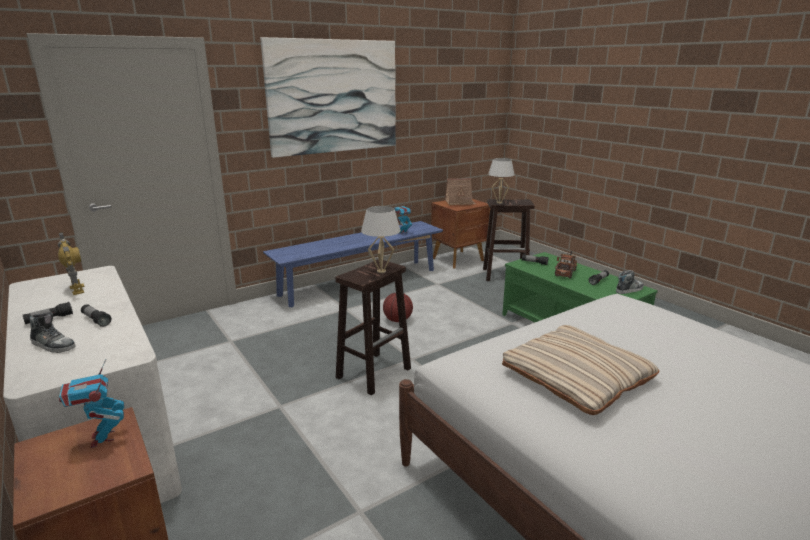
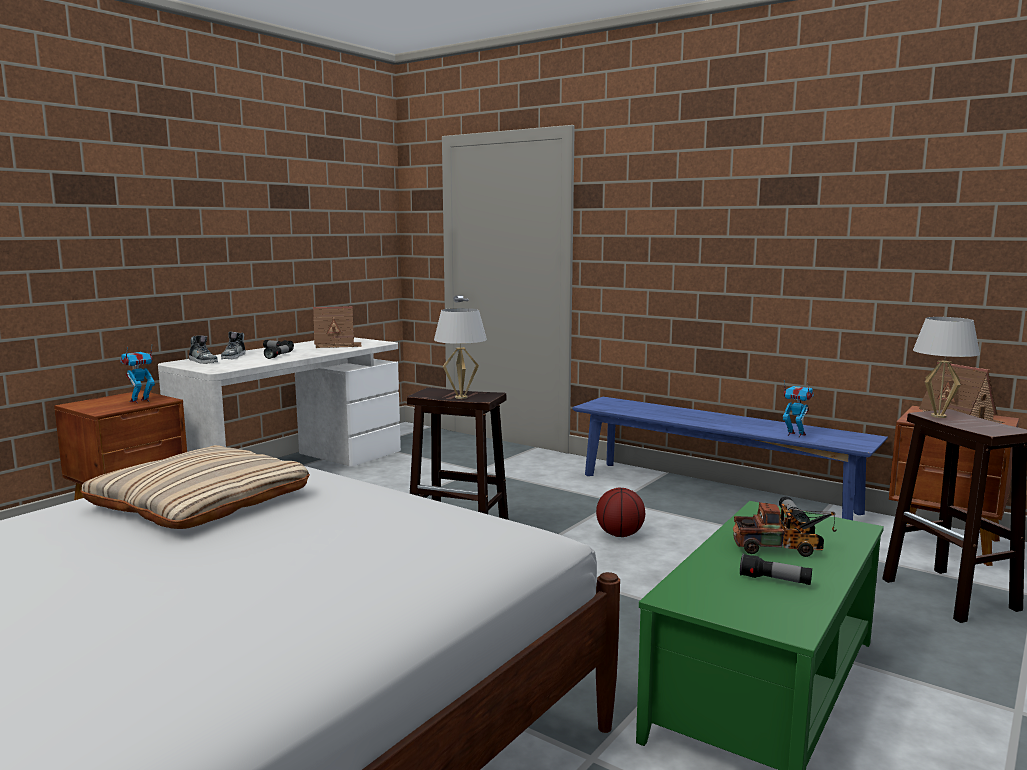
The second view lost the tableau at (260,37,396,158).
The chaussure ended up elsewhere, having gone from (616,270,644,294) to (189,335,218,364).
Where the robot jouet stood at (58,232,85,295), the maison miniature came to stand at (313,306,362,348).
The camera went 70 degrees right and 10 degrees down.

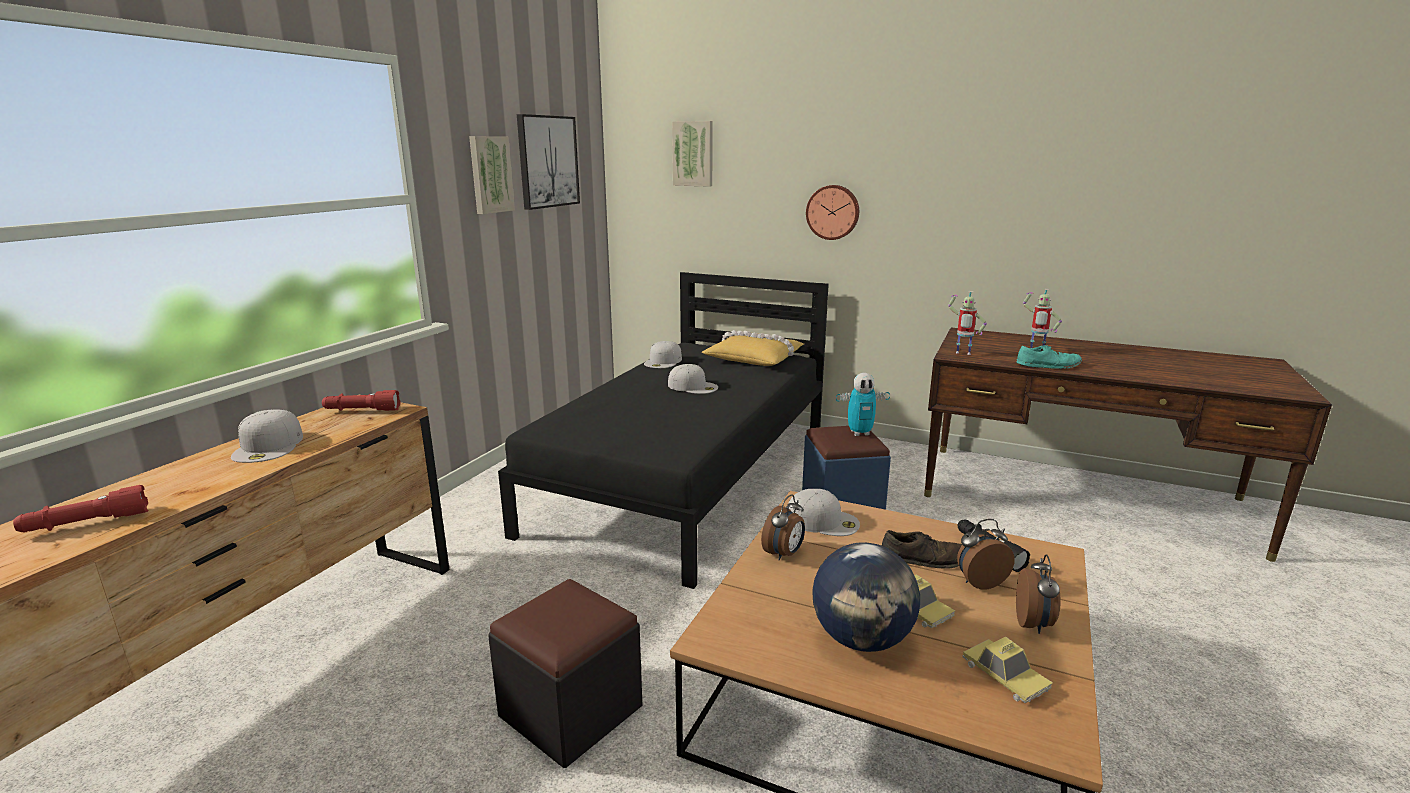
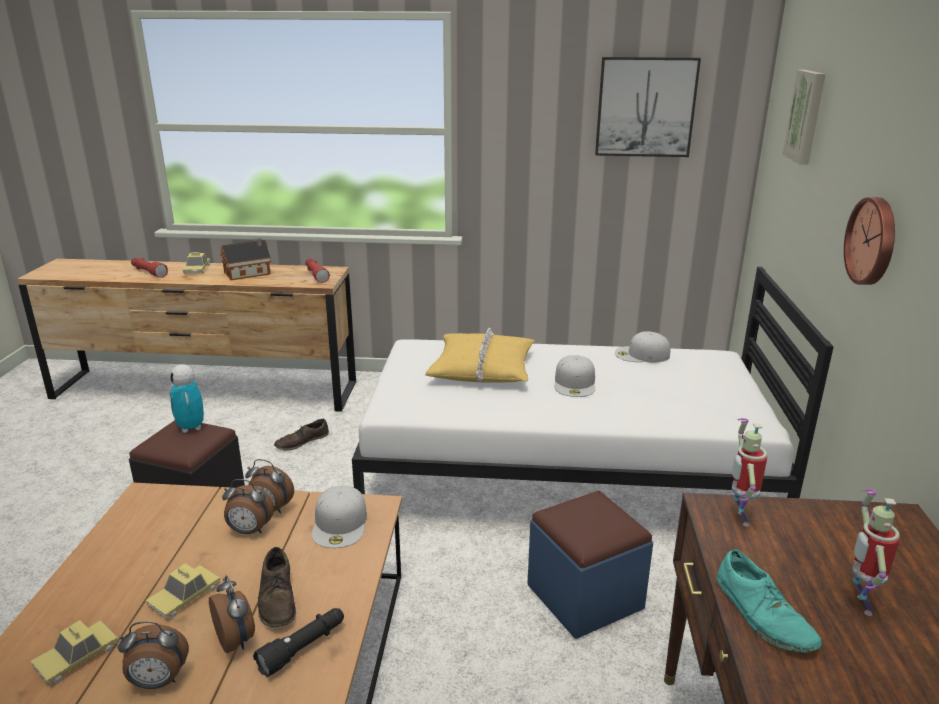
The second view lost the tableau at (469,136,515,214).
The second view lost the globe at (813,542,920,652).
The second view gained the petite voiture at (183,252,210,274).
The second view gained the réveil at (222,479,274,534).
The second view gained the chaussure (marron) at (274,419,329,450).
The coussin (jaune) ended up elsewhere, having gone from (702,330,804,366) to (425,328,535,383).
The robot jouet ended up elsewhere, having gone from (836,373,890,436) to (170,364,204,433).
Where the casquette (blanc) stood at (231,409,303,463), the maison miniature came to stand at (221,238,271,281).
What was the lit (noir) at (498,272,829,589) turned into the lit (blanc) at (352,267,834,498).
The camera went 70 degrees right and 5 degrees up.

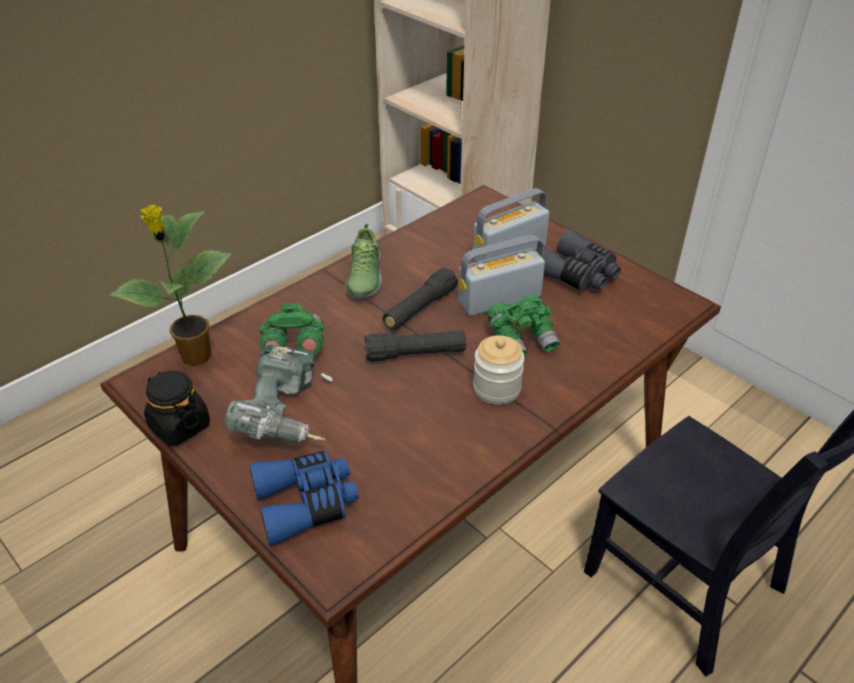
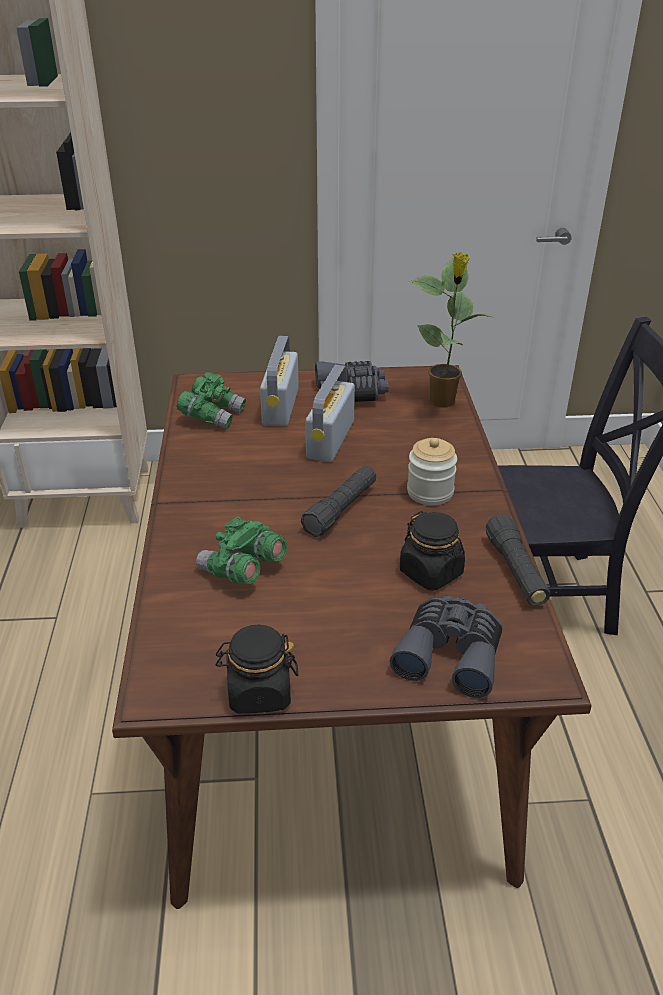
The second view lost the perceuse at (225,344,333,443).
The second view lost the chaussure at (345,224,382,298).
The second view gained the bocal (noir) at (400,511,465,590).
The plante en pot ended up elsewhere, having gone from (109,205,231,366) to (410,252,491,408).
The lampe de poche (noir) ended up elsewhere, having gone from (383,268,458,330) to (486,514,550,606).
The jumelles (vert) ended up elsewhere, having gone from (487,295,560,357) to (176,372,246,429).
What was the jumelles (bleu) at (249,451,359,546) turned into the jumelles (gris) at (390,596,502,698).
The camera went 50 degrees left and 5 degrees down.

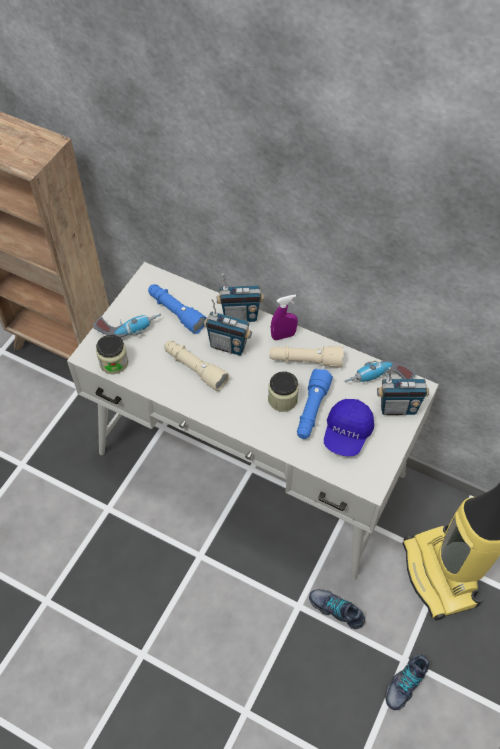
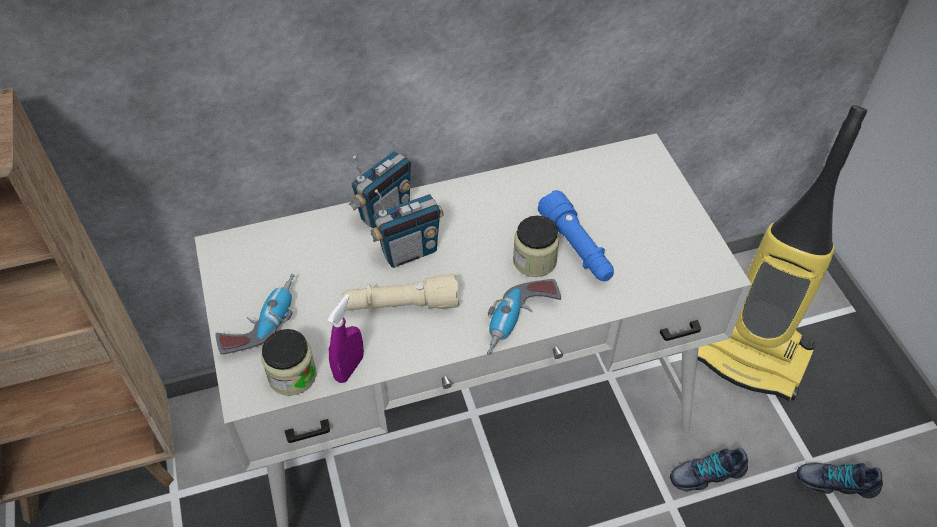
The second view lost the lampe de poche (bleu) at (148,284,207,334).
The second view lost the lampe de poche (beige) at (269,345,344,368).
The second view lost the casquette (bleu) at (324,399,374,456).
The second view lost the radio at (377,367,429,415).
The vaporisateur (violet) ended up elsewhere, having gone from (271,294,298,340) to (327,294,364,383).
The perceuse ended up elsewhere, having gone from (345,360,415,382) to (487,279,561,355).
The chaussure at (385,654,429,710) ended up facing another way, 105 degrees clockwise from before.
The camera went 45 degrees left and 5 degrees down.

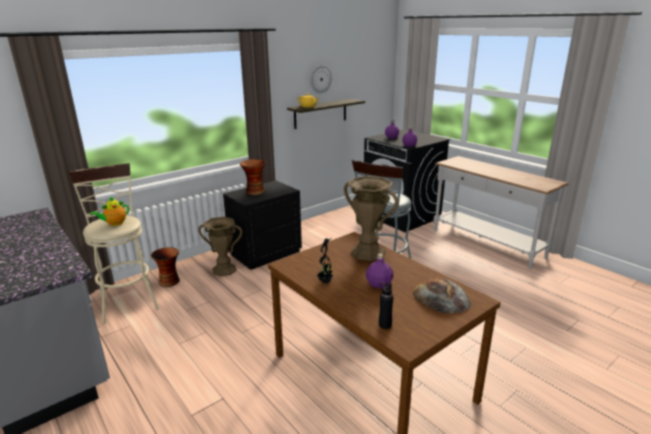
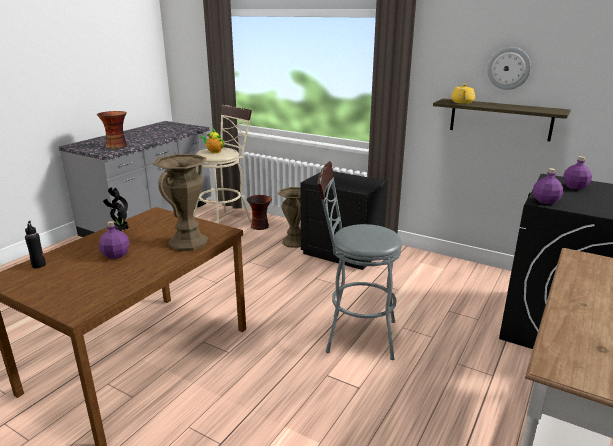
The second view lost the pain at (413,278,471,314).
The vase ended up elsewhere, having gone from (240,159,266,196) to (97,111,127,149).
The camera went 70 degrees right and 0 degrees up.

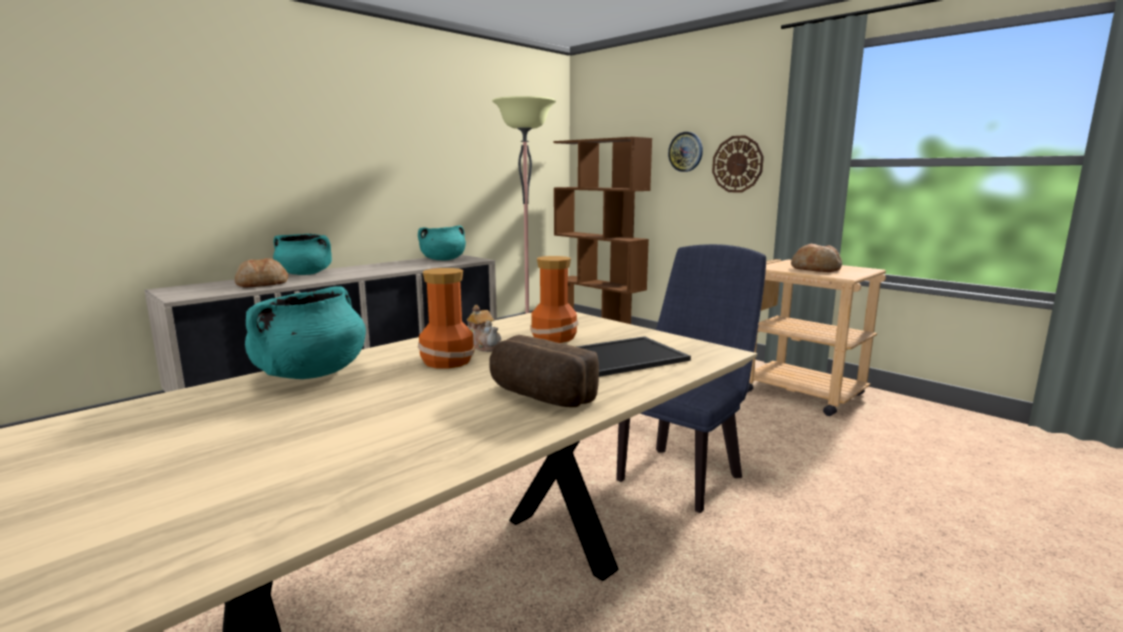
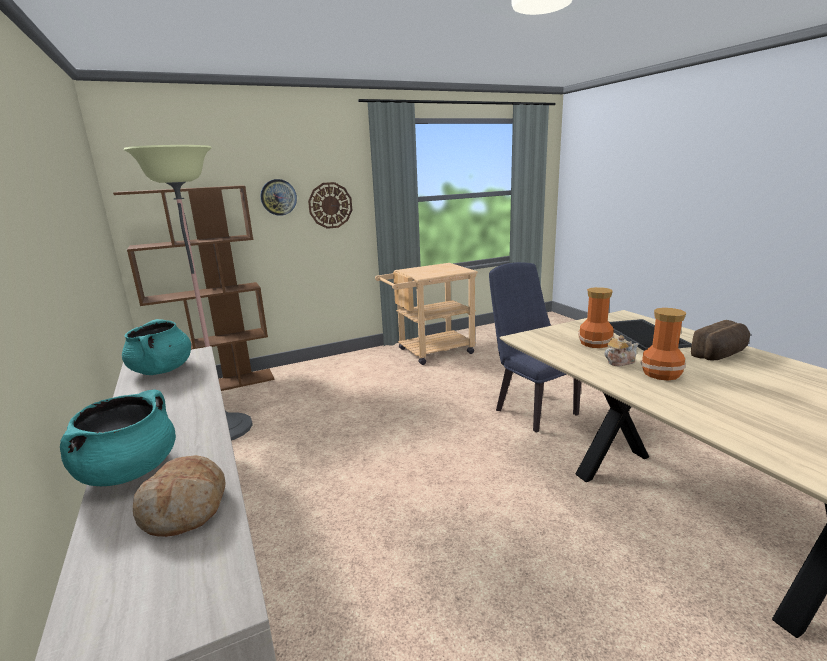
The second view lost the marmite (turquoise) at (245,287,366,379).
The second view lost the pain at (791,244,842,272).
The camera went 70 degrees left and 5 degrees up.

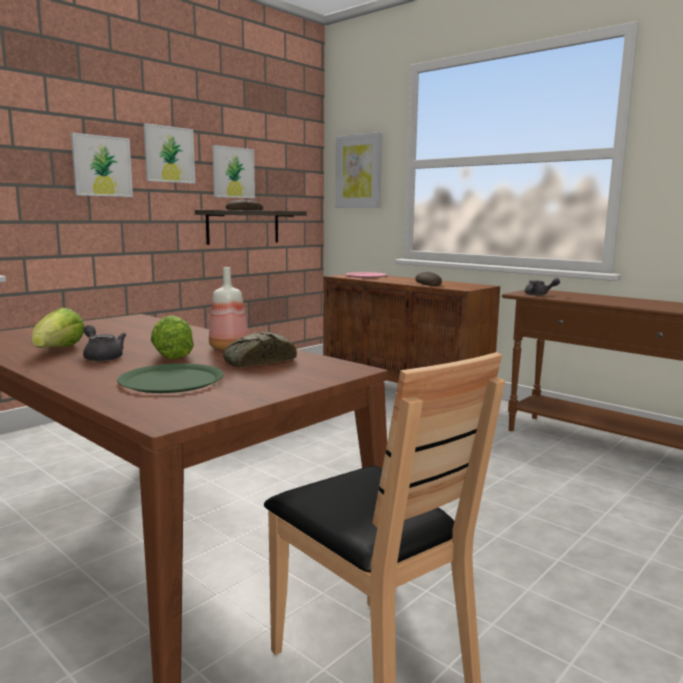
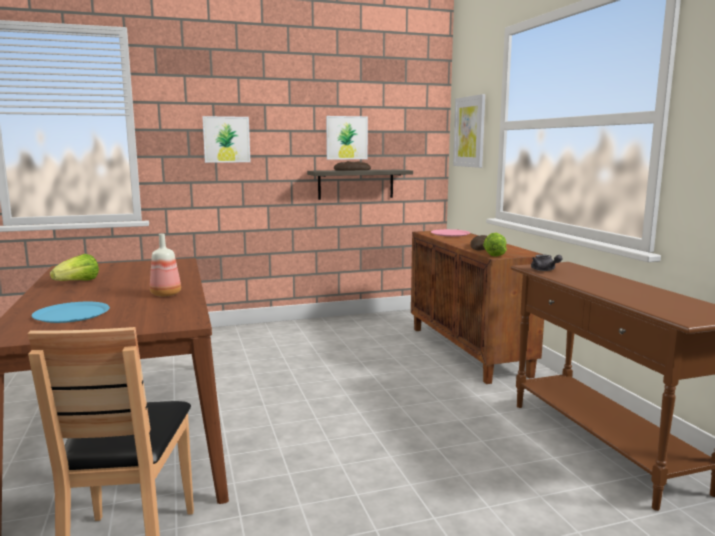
The second view lost the théière (gris) at (83,325,126,361).
The second view lost the tableau at (144,123,195,184).
The second view lost the pain at (223,332,297,367).
The laitue ended up elsewhere, having gone from (151,315,194,359) to (483,233,507,257).
What was the assiette (vert) at (117,363,224,393) turned into the assiette (bleu) at (32,302,110,323).
The camera went 30 degrees right and 0 degrees up.

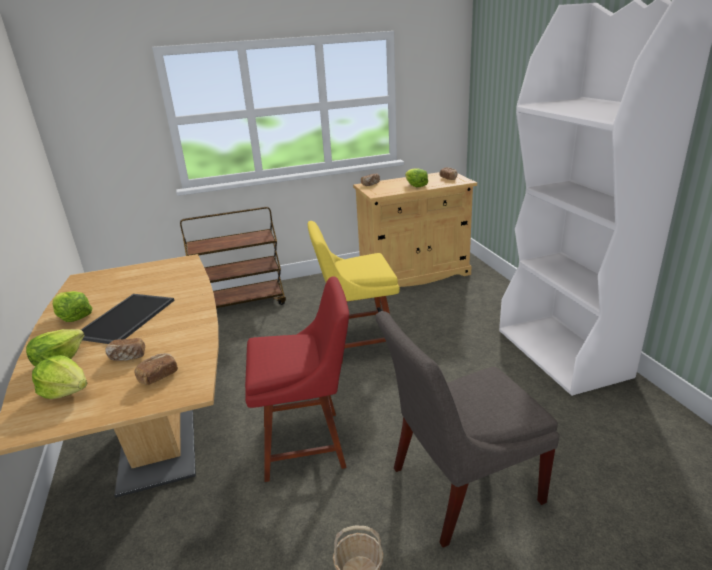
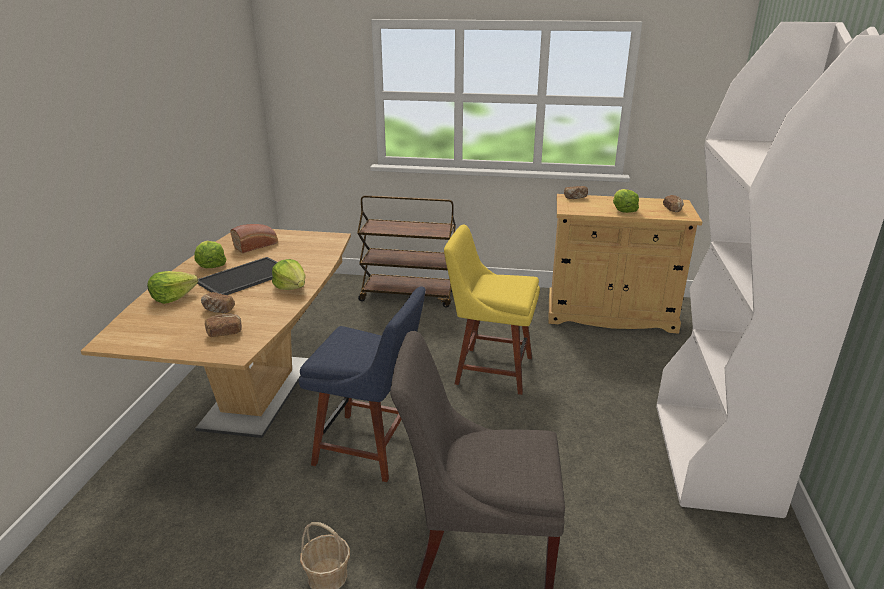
The second view gained the pain at (230,224,278,253).
The laitue ended up elsewhere, having gone from (32,355,87,399) to (272,259,305,290).
What was the chaise (rouge) at (245,276,349,482) turned into the chaise (bleu) at (299,286,426,482).
The camera went 25 degrees right and 0 degrees up.

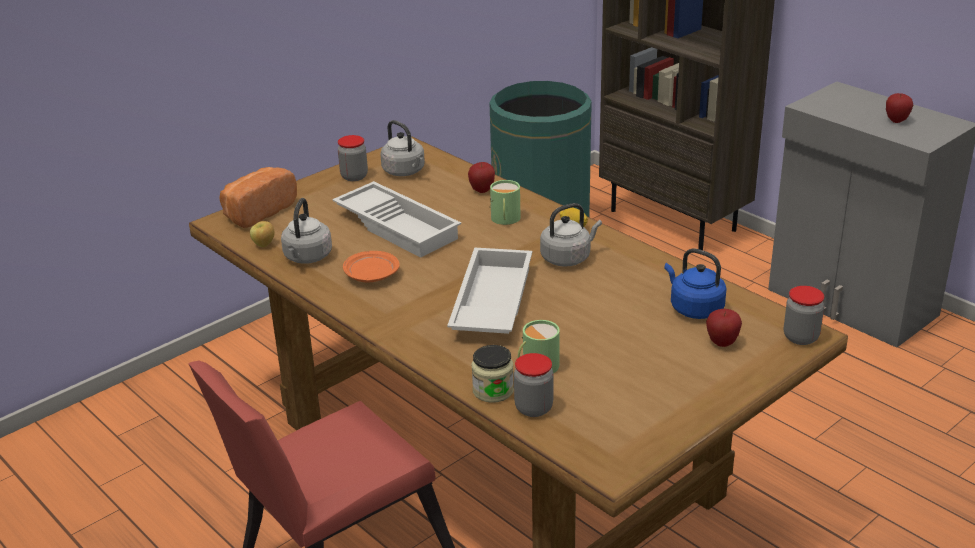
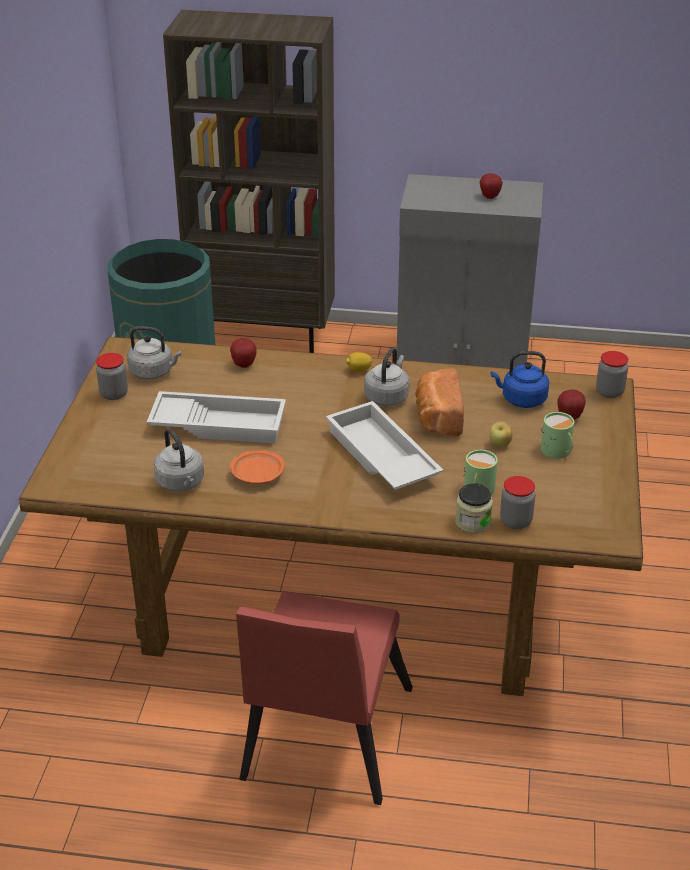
The pain ended up elsewhere, having gone from (220,167,297,228) to (415,368,464,436).
The pomme ended up elsewhere, having gone from (250,221,274,247) to (490,422,513,447).
The mug (vert) ended up elsewhere, having gone from (490,180,521,225) to (541,412,574,459).
The camera went 40 degrees left and 5 degrees up.

